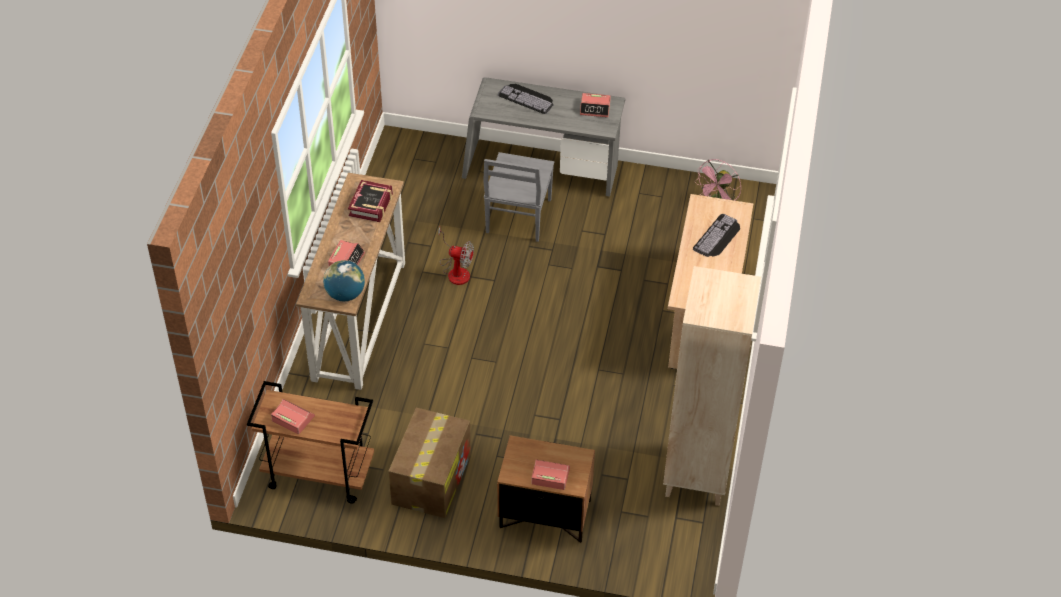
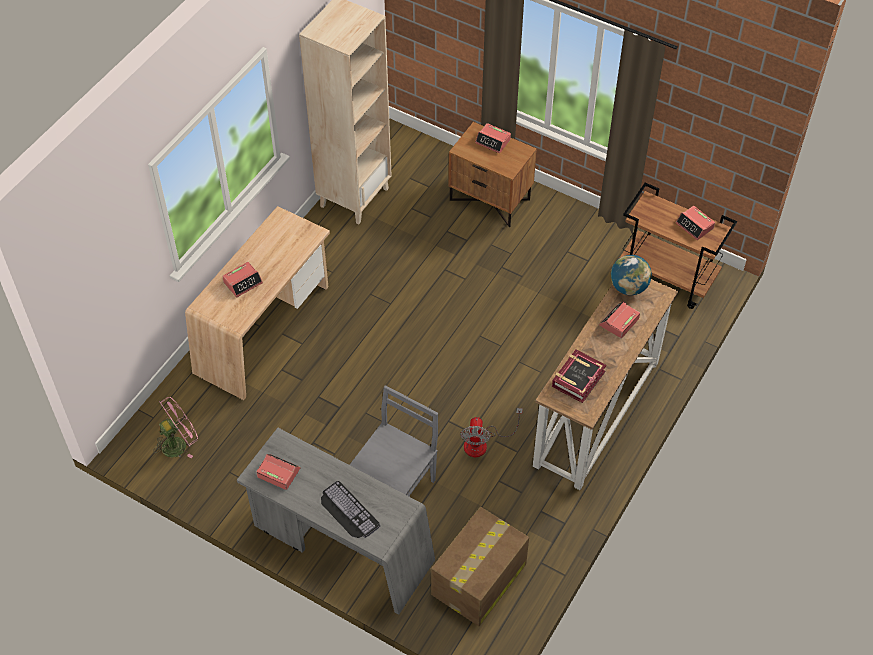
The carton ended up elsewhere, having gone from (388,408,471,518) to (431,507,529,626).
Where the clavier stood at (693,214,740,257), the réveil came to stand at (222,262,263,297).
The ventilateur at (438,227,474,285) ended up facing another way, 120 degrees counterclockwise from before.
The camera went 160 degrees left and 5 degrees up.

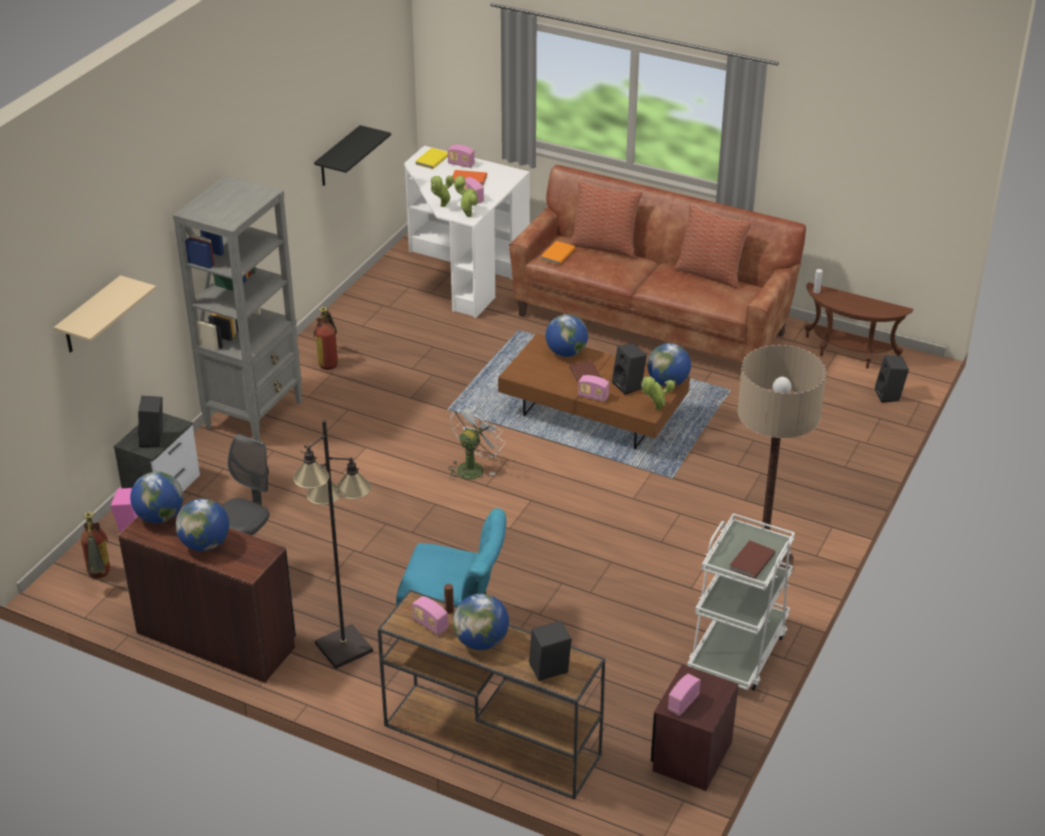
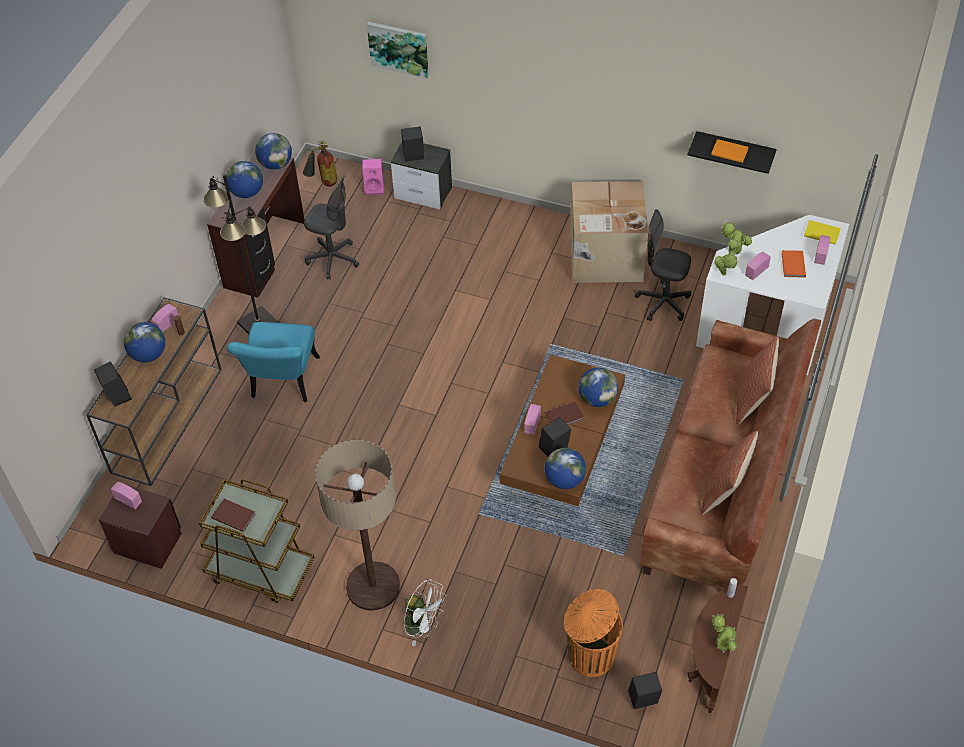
The second view lost the bibliothèque (gris) at (173,175,302,441).
The second view gained the poubelle (orange) at (564,589,623,677).
The second view gained the chaise de bureau (noir) at (635,209,691,321).
The ventilateur (blanc) ended up elsewhere, having gone from (448,404,505,480) to (402,579,446,646).
The livre (orange) ended up elsewhere, having gone from (540,241,576,265) to (711,139,748,163).
The plante en pot ended up elsewhere, having gone from (641,376,675,410) to (712,614,737,652).
Where the étagère (beige) hung at (54,275,156,353), the tableau came to hang at (367,22,429,79).
Where the extincteur stood at (314,307,338,370), the carton came to stand at (570,181,648,283).
What was the chariot (blanc) at (687,513,795,691) turned into the chariot (marron) at (199,479,315,603).
The camera went 85 degrees right and 15 degrees up.

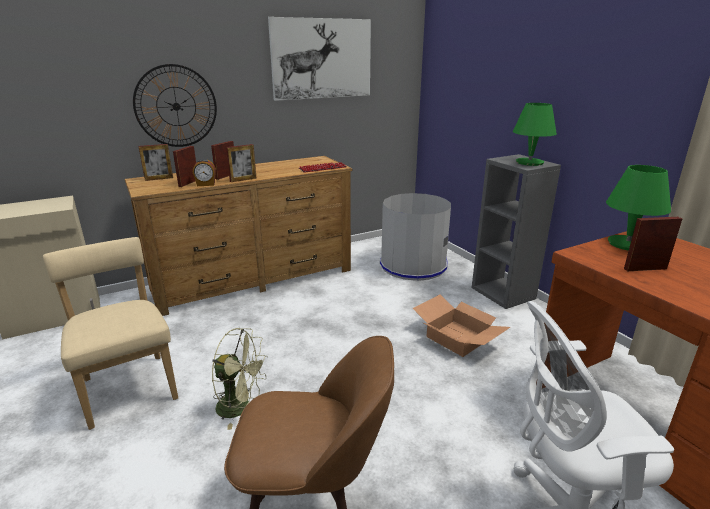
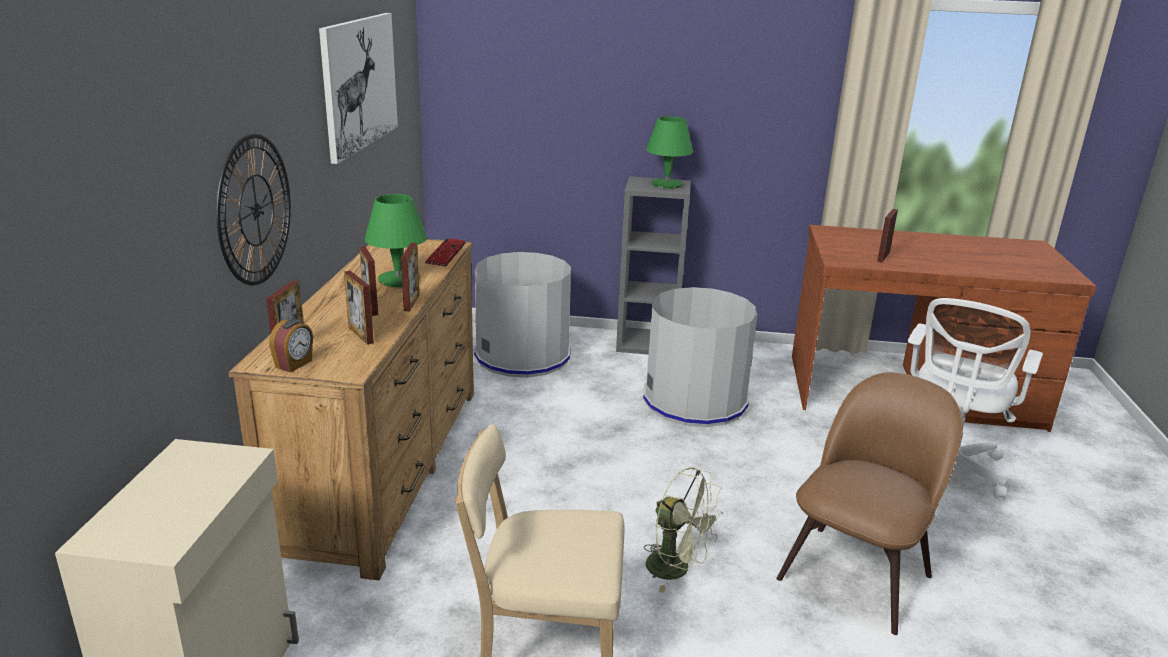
The réveil ended up elsewhere, having gone from (193,159,216,186) to (269,319,313,372).
The lampe de table (vert) ended up elsewhere, having gone from (606,165,671,251) to (364,194,427,287).
Where the carton stood at (413,295,510,357), the poubelle (gris) came to stand at (643,287,757,427).
The ventilateur (vert) at (212,328,268,430) ended up facing another way, 75 degrees clockwise from before.
The camera went 55 degrees left and 0 degrees up.

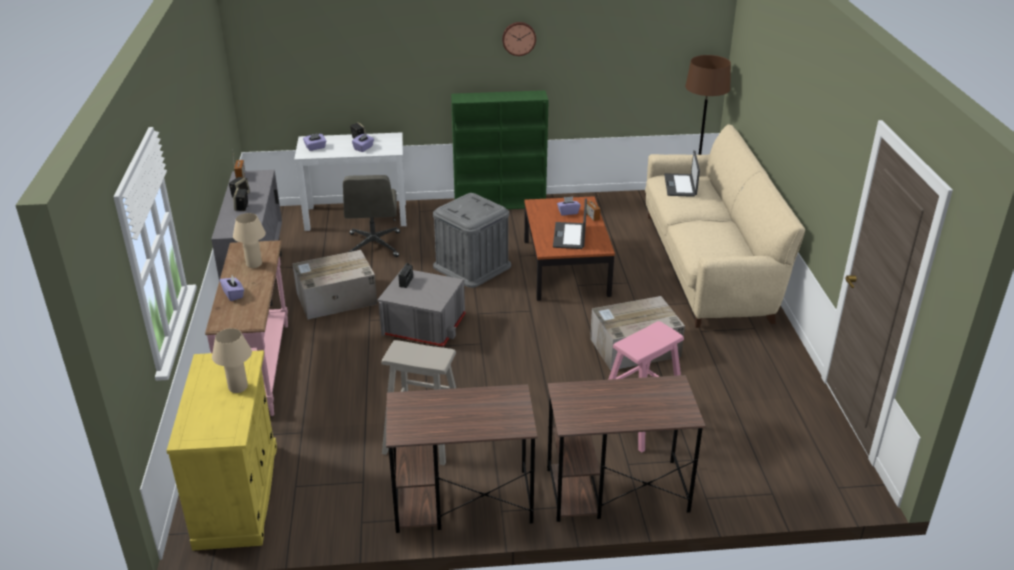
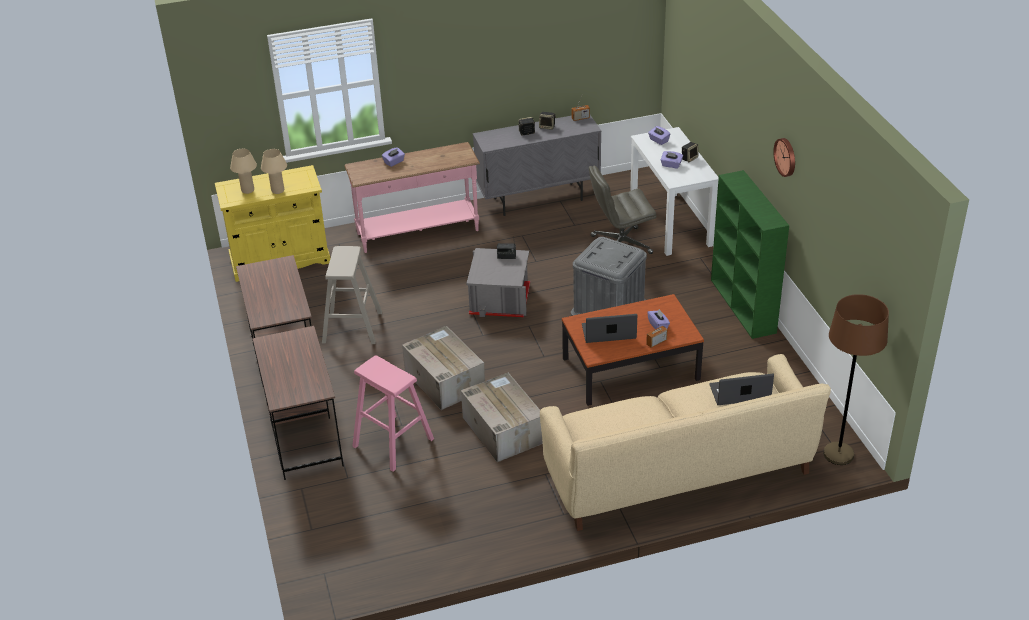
The lampe de table (beige) ended up elsewhere, having gone from (233,213,266,268) to (230,149,257,194).
The carton ended up elsewhere, having gone from (293,250,377,320) to (402,326,485,410).
The camera went 80 degrees right and 5 degrees up.

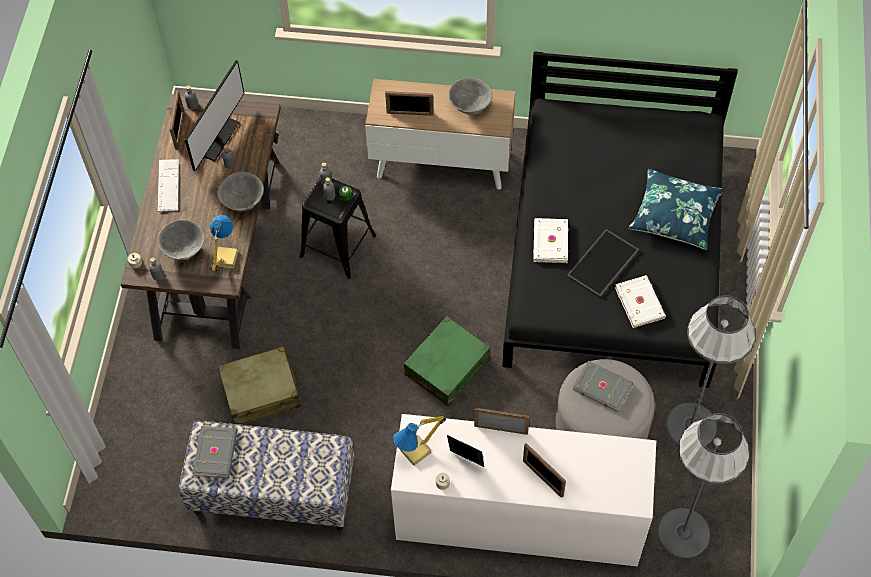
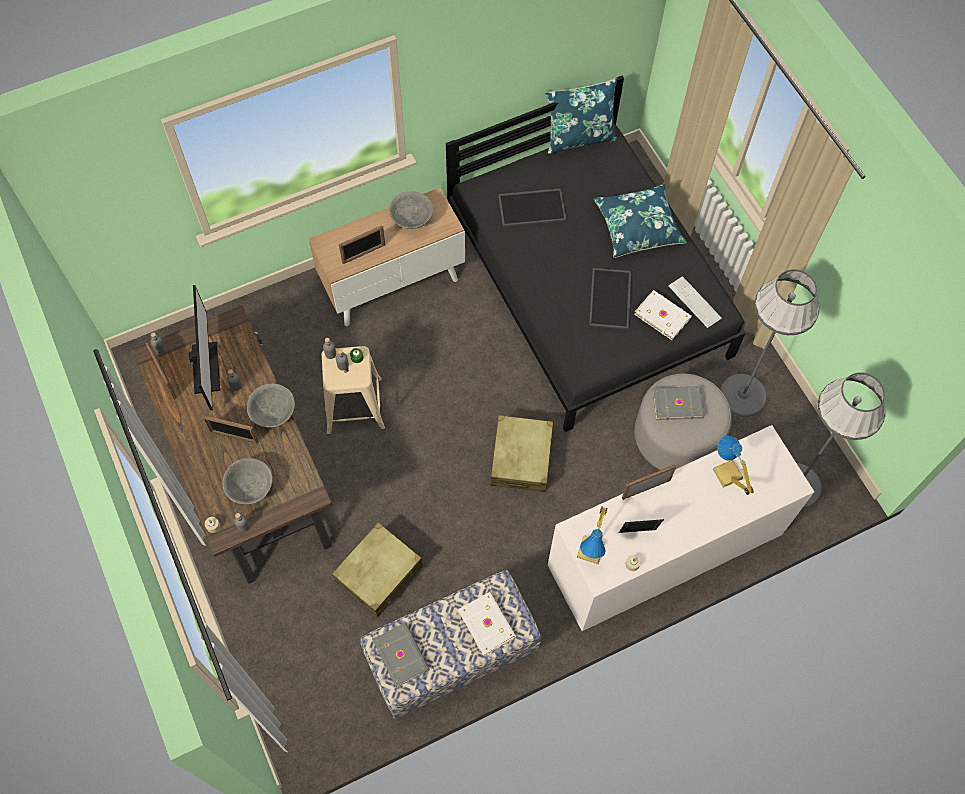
The second view gained the plateau at (498,188,567,227).
The second view gained the coussin (bleu) at (545,78,618,155).
The clavier ended up elsewhere, having gone from (158,159,179,212) to (668,276,722,328).
The lampe de table ended up elsewhere, having gone from (210,215,238,272) to (713,436,754,495).
The cadre photo ended up elsewhere, having gone from (523,443,566,497) to (202,415,259,444).
The livre (blanc) ended up elsewhere, having gone from (533,218,568,263) to (458,592,516,656).
What was the tabouret (noir) at (299,178,376,279) turned into the tabouret (beige) at (322,346,385,435).
What was the valise (vert) at (404,316,491,407) turned into the valise (beige) at (490,415,553,492).
The camera went 35 degrees left and 5 degrees up.

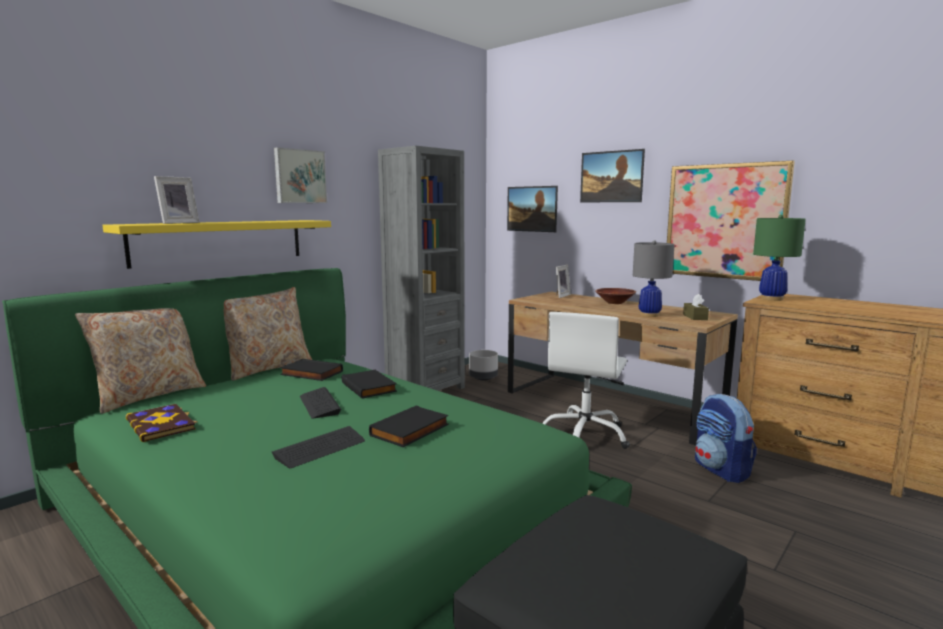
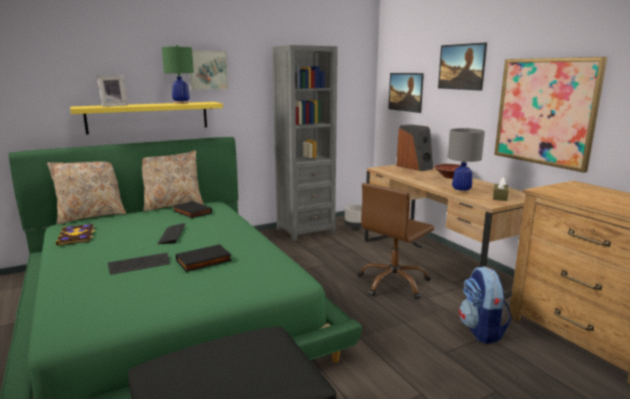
The second view lost the livre (noir) at (342,370,397,399).
The lampe de table (vert) ended up elsewhere, having gone from (753,215,806,301) to (162,45,194,104).
Where the cadre photo stood at (556,265,571,298), the enceinte came to stand at (396,124,433,171).
What was the chaise de bureau (blanc) at (542,312,630,449) turned into the chaise de bureau (marron) at (358,183,434,299).
The camera went 20 degrees right and 5 degrees up.

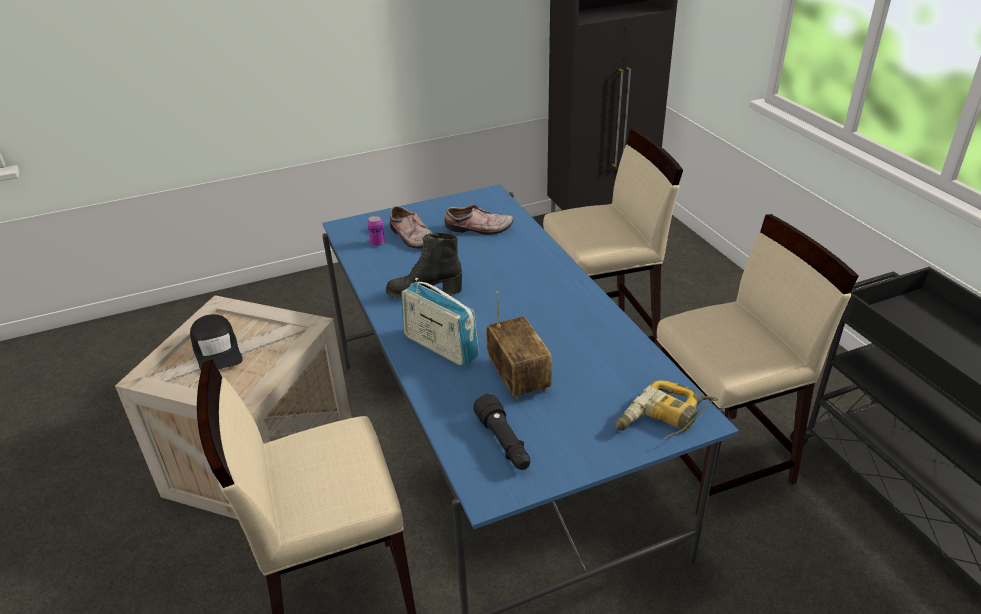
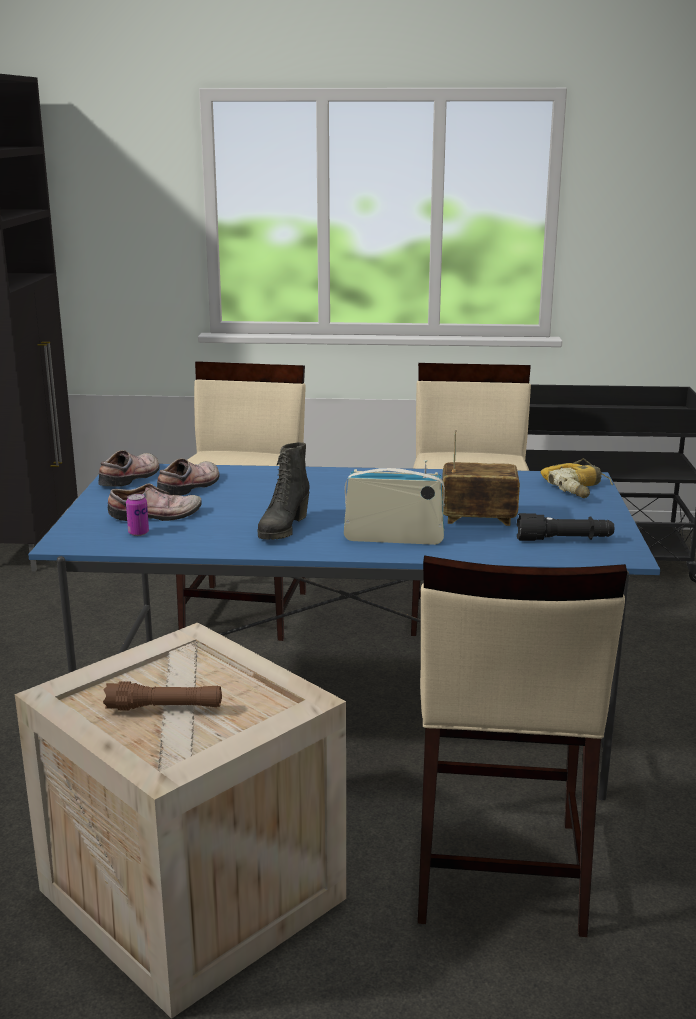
The second view gained the chaussure at (98,450,160,487).
Where the casquette (noir) stood at (190,314,243,370), the lampe de poche (marron) came to stand at (103,681,222,710).
The radio at (401,278,479,367) ended up facing another way, 150 degrees counterclockwise from before.
The camera went 65 degrees left and 15 degrees down.

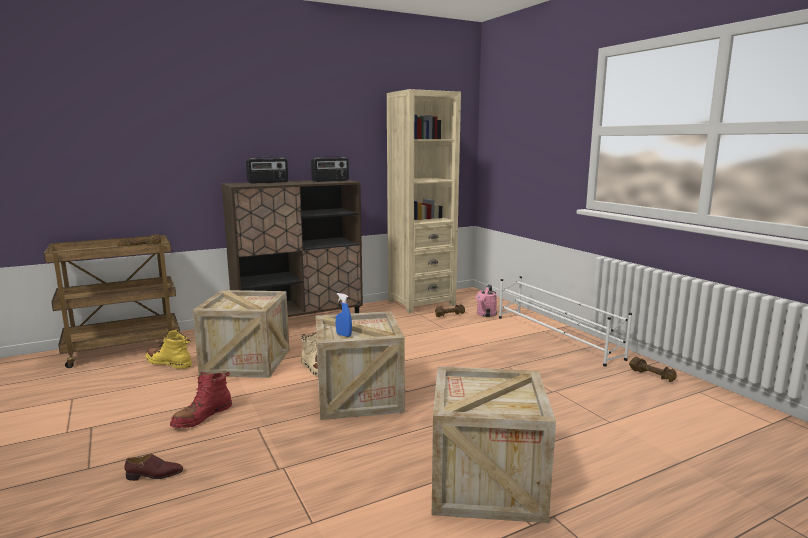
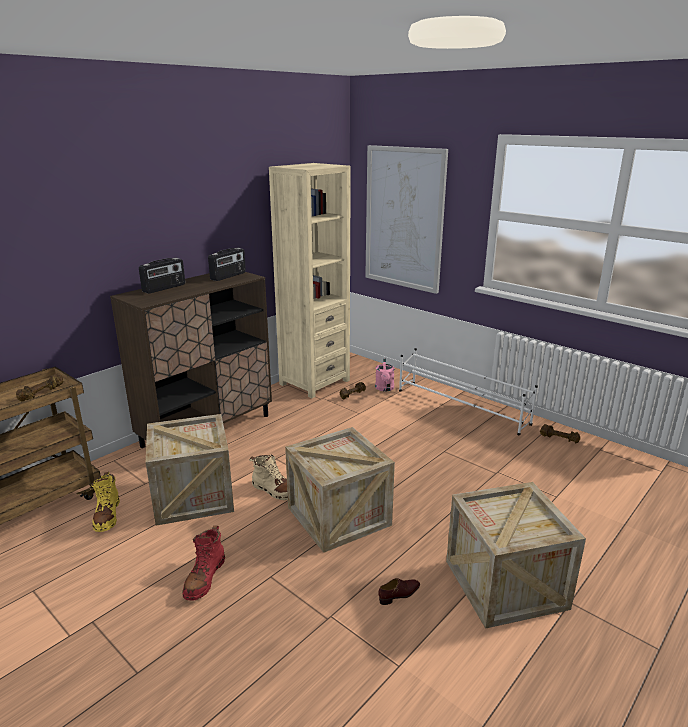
The second view lost the vaporisateur (bleu) at (336,293,352,337).
The second view gained the tableau at (365,145,448,294).
The chaussure (marron) ended up elsewhere, having gone from (124,454,183,481) to (378,578,420,605).
The botte (jaune) at (146,329,192,369) ended up facing another way, 105 degrees counterclockwise from before.
The camera went 20 degrees left and 10 degrees up.

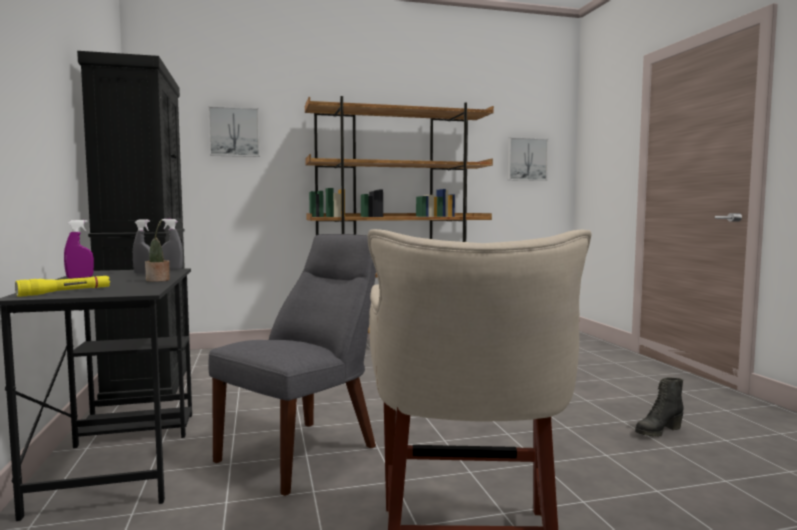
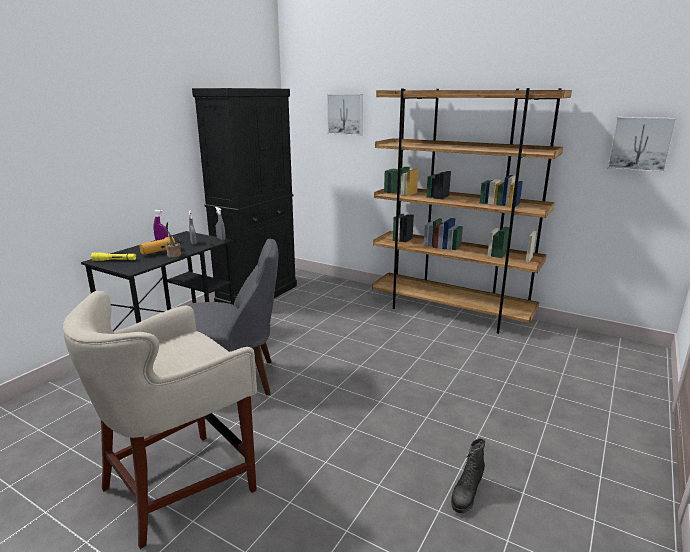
The second view gained the lampe de poche at (139,235,180,255).
The botte (noir) at (635,377,684,437) ended up facing another way, 75 degrees counterclockwise from before.
The camera went 45 degrees right and 15 degrees up.

